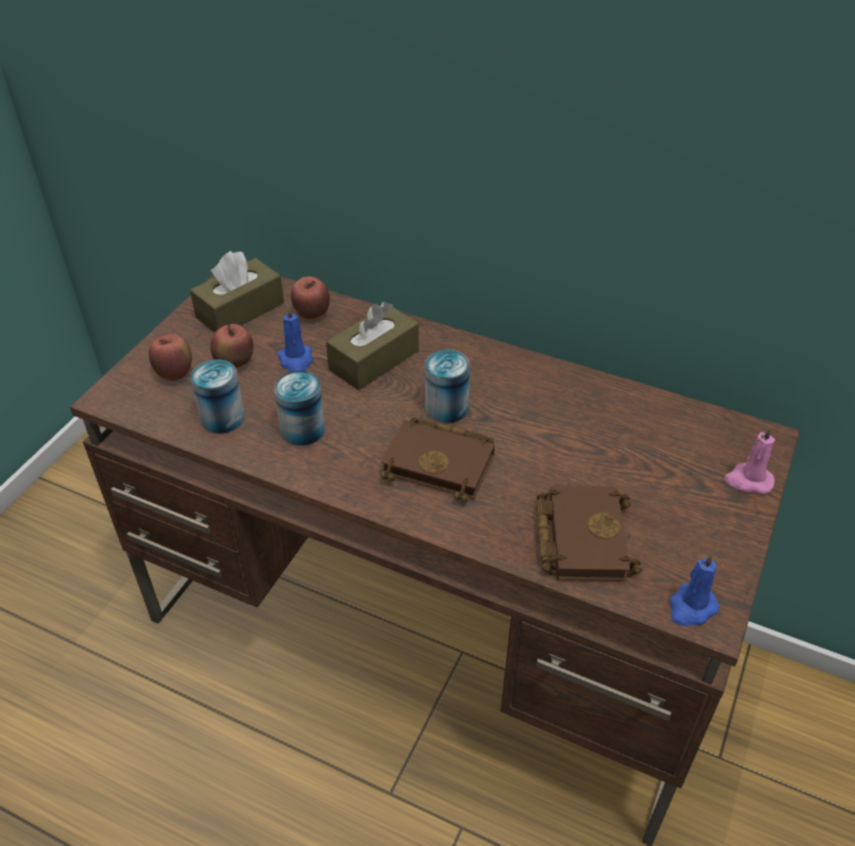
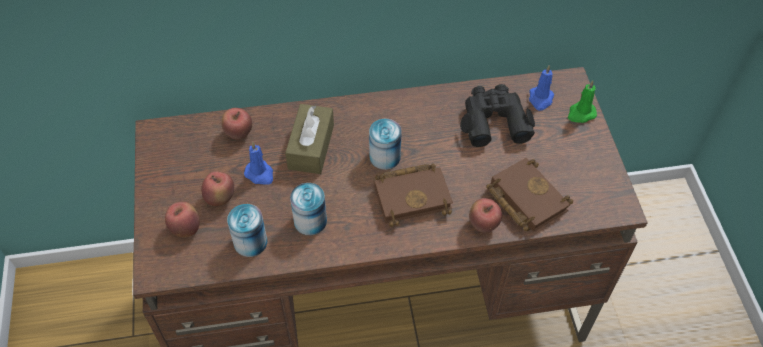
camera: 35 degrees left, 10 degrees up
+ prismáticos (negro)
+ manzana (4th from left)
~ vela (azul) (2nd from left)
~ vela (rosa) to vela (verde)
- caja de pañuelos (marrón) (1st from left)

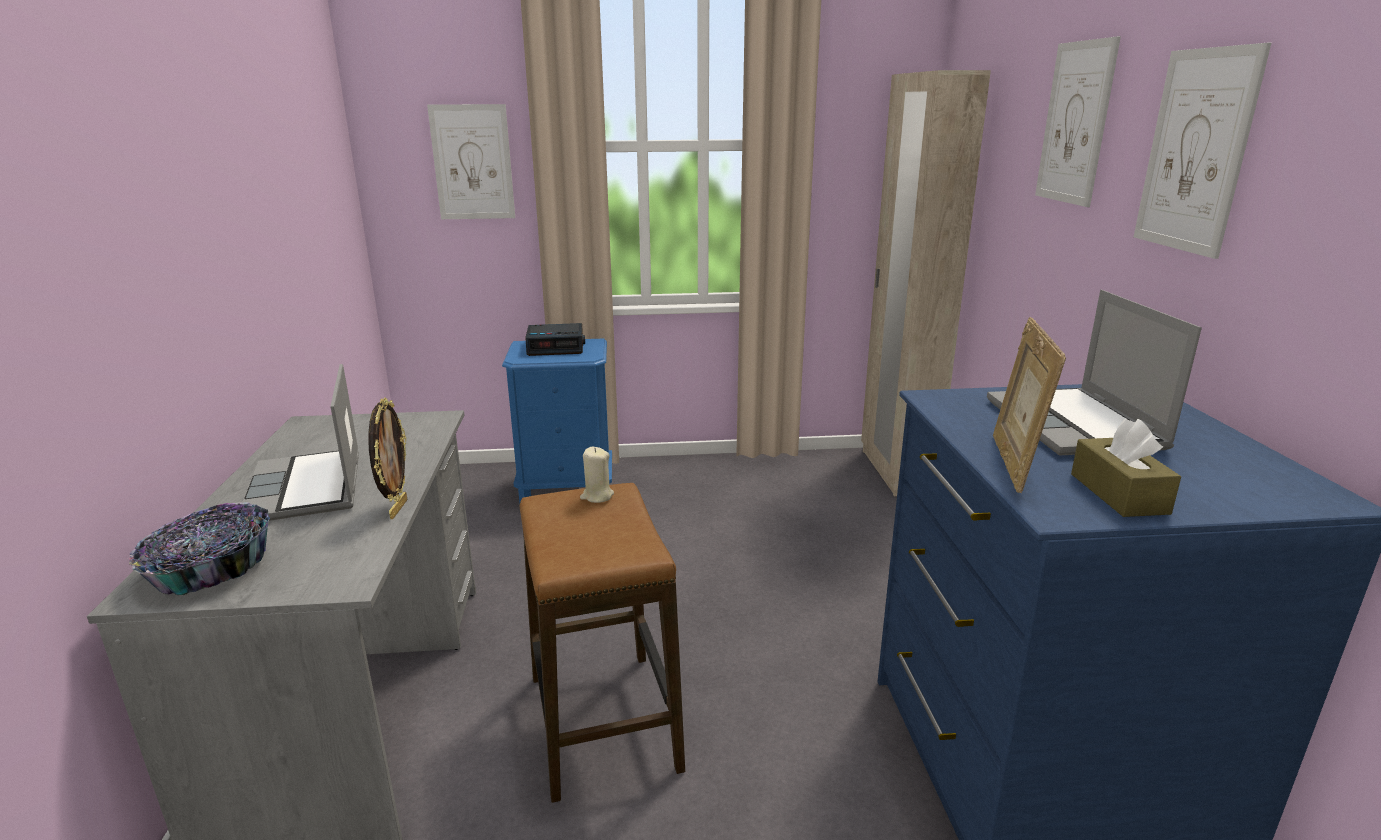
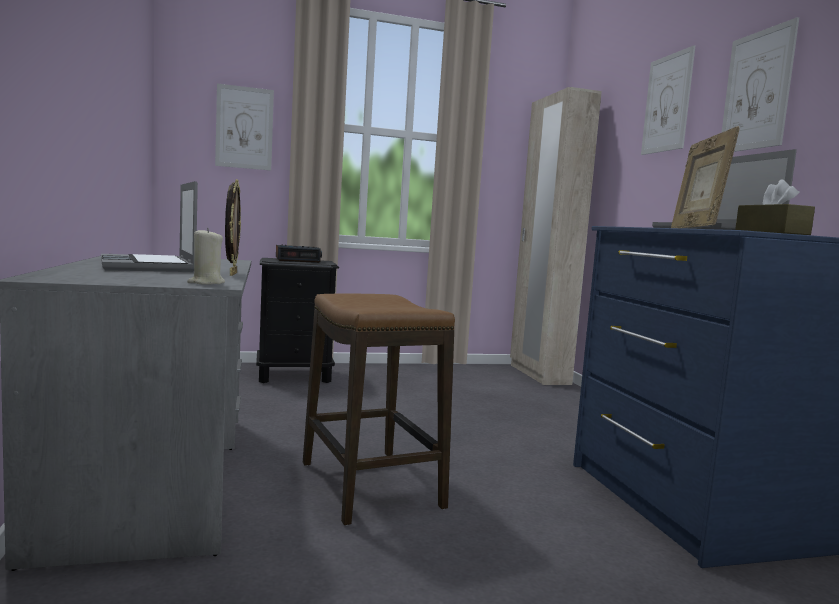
camera: 10 degrees left, 15 degrees down
~ vela (beis)
~ mesita de noche (azul) to mesita de noche (negro)
- cuenco

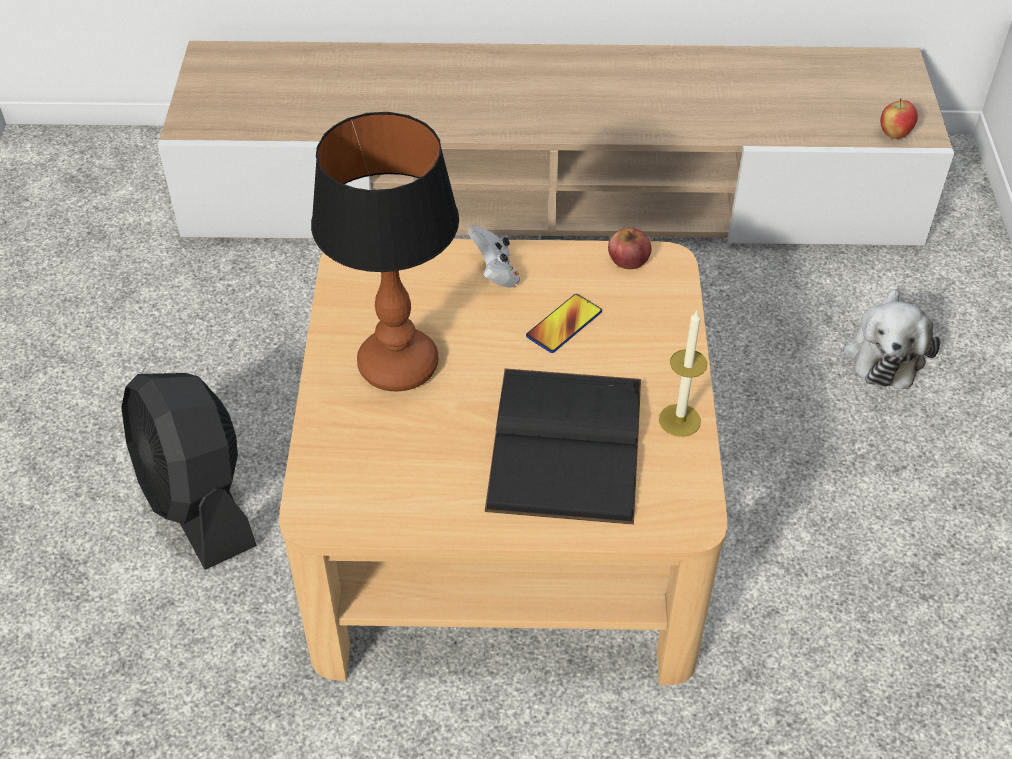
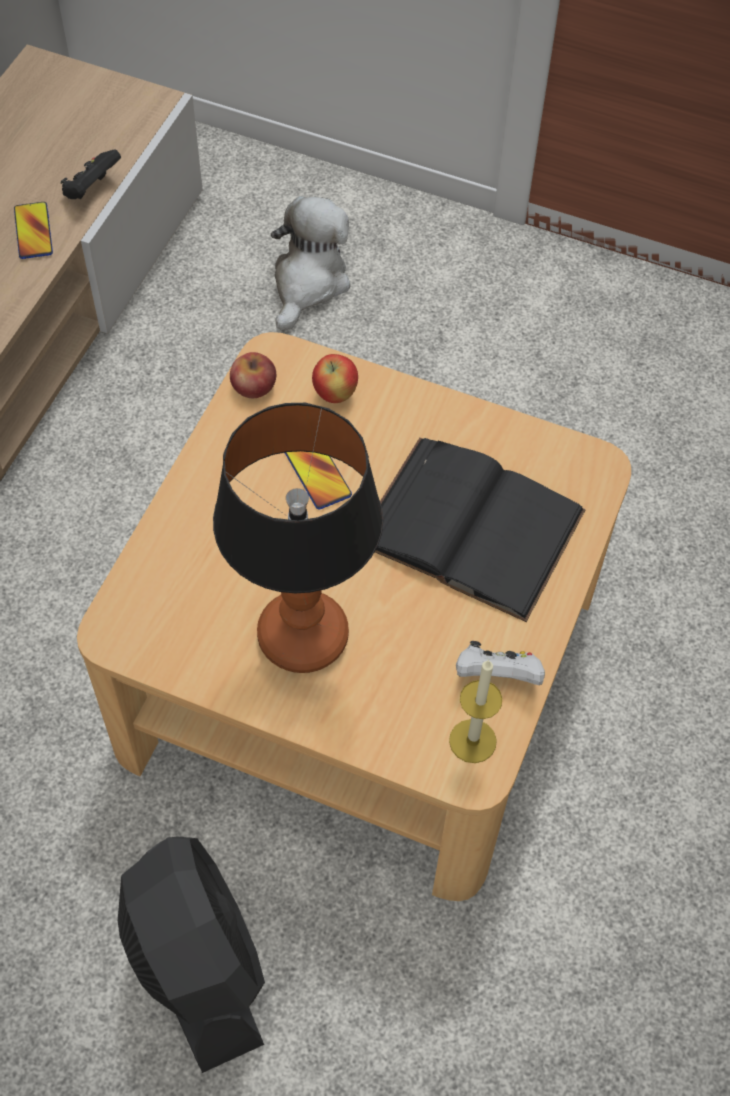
camera: 70 degrees left, 10 degrees up
+ móvil (1st from left)
+ mando de consola (negro)
~ ventilador (negro) 105 degrees counterclockwise
~ peluche 105 degrees counterclockwise
~ manzana (2nd from left)
~ vela
~ mando de consola (blanco)

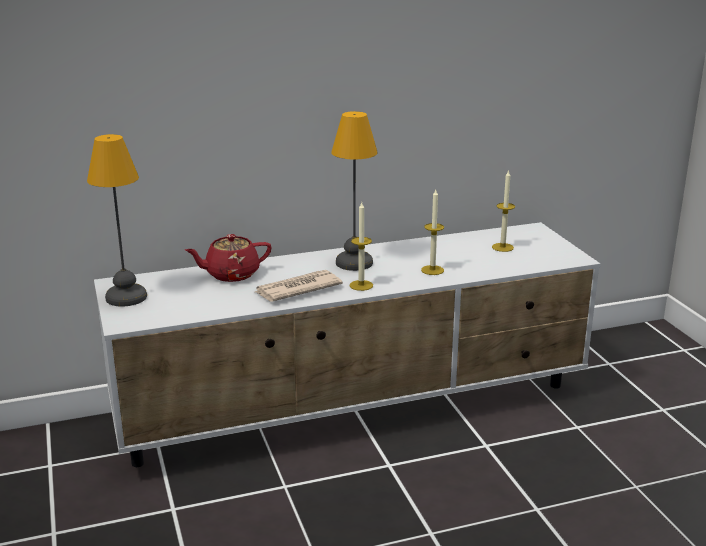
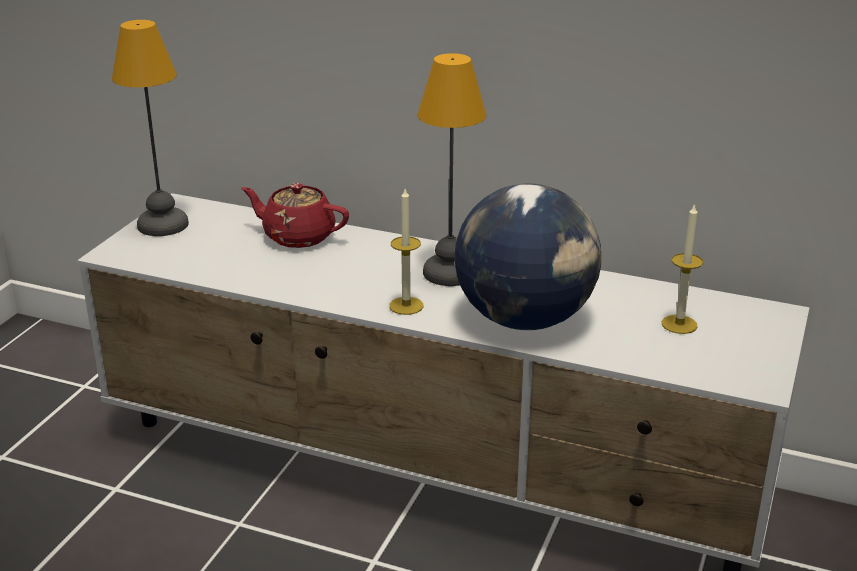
camera: 40 degrees right, 5 degrees up
~ vela (2nd from left) to globo terráqueo
- periódico

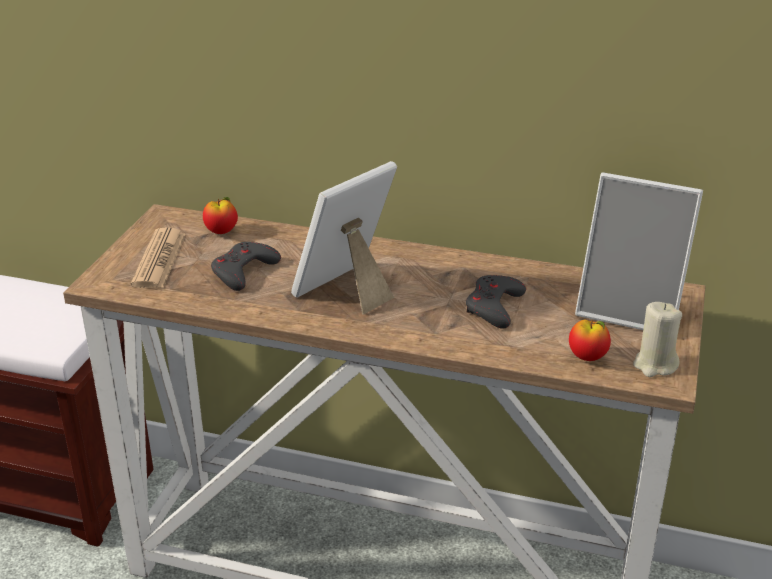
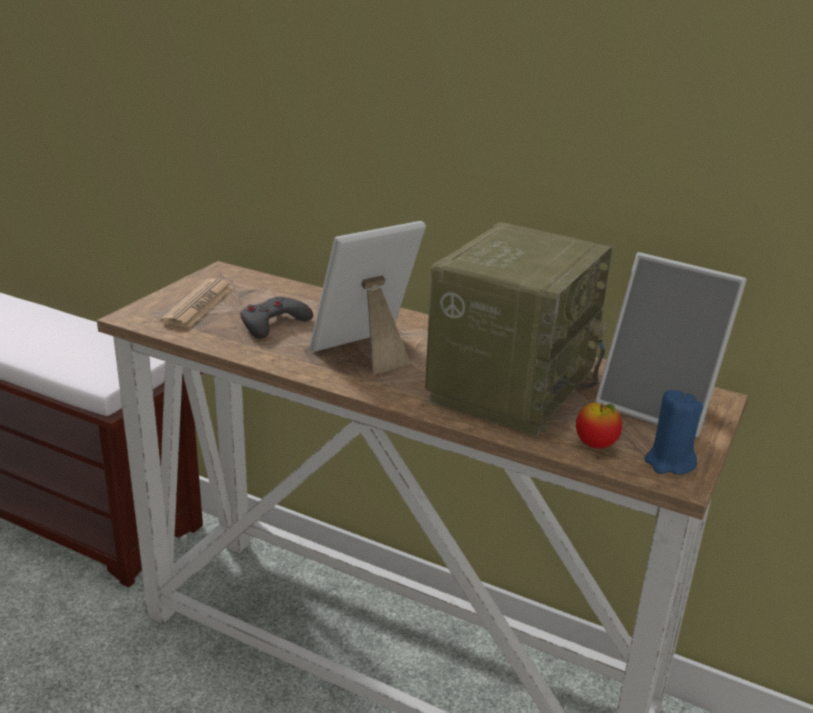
camera: 10 degrees right, 5 degrees down
~ mando de consola (gris) (2nd from left) to radio
~ vela (beis) to vela (azul)
- manzana (1st from left)

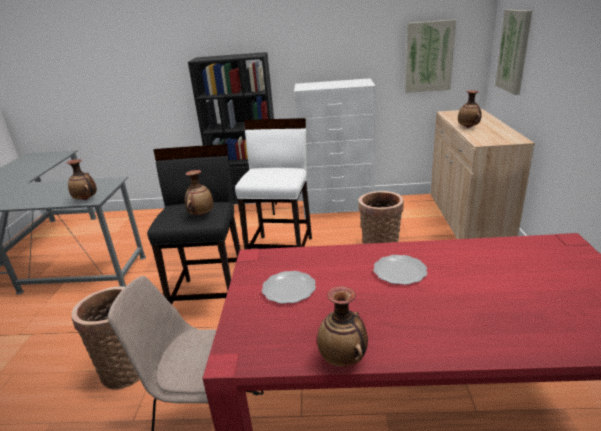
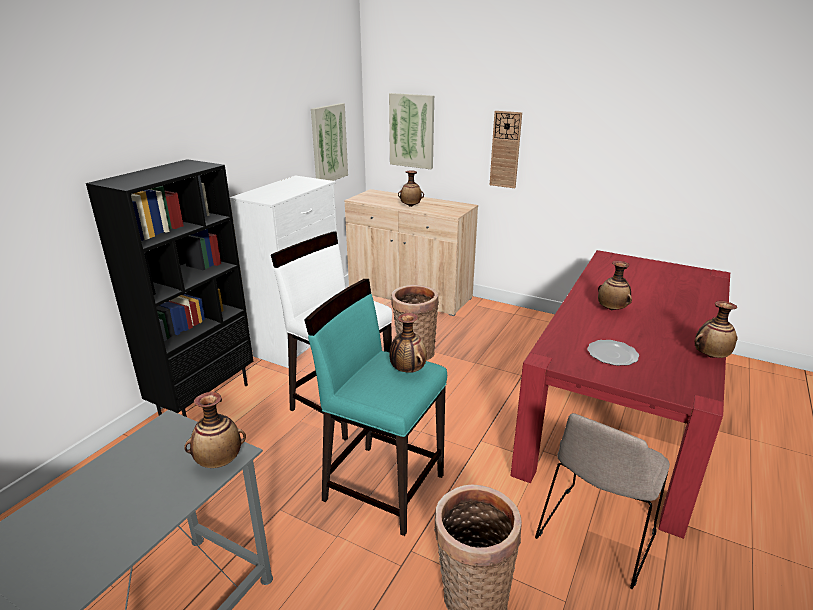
camera: 65 degrees left, 0 degrees up
~ taburete (negro) to taburete (turquesa)
+ reloj de pared
~ plato (2nd from left) to florero (4th from left)

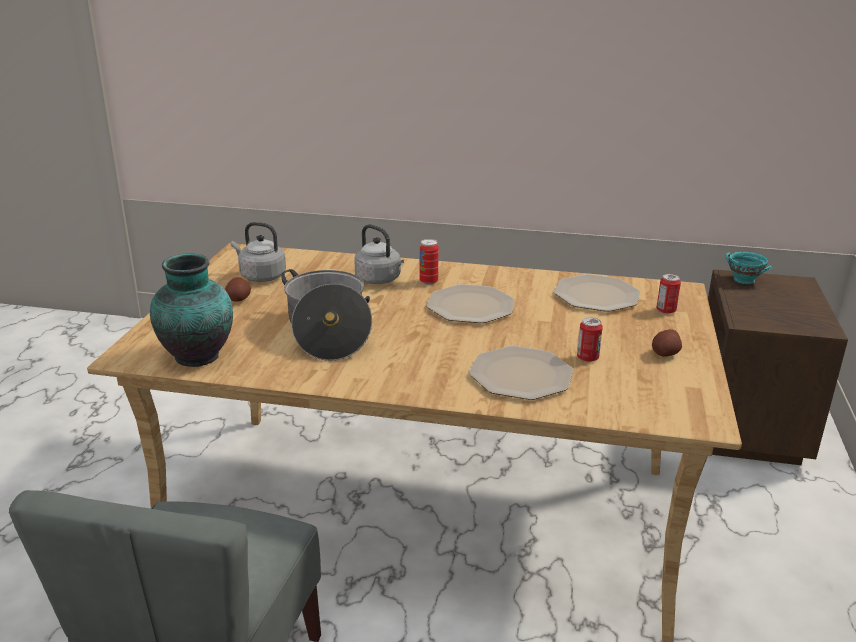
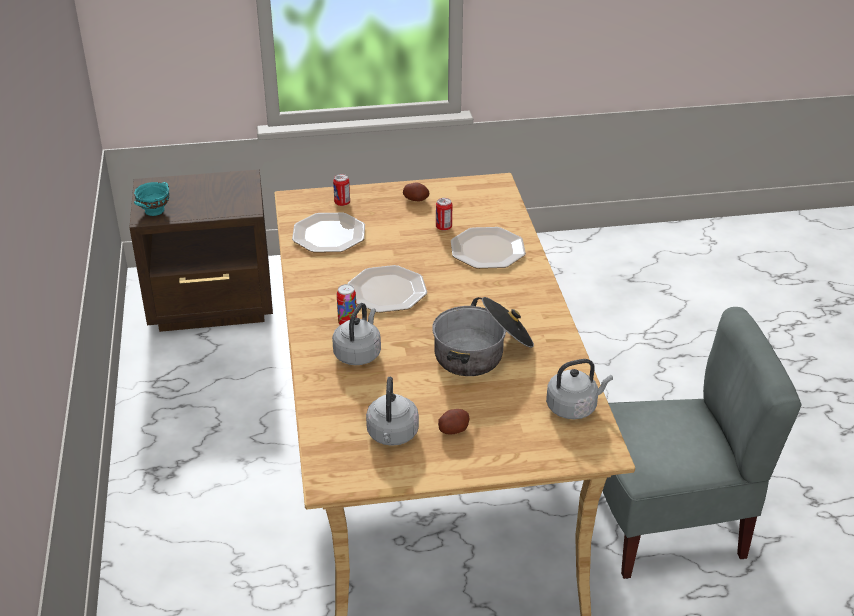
camera: 110 degrees left, 10 degrees up
~ florero to hervidor (gris) (3rd from left)

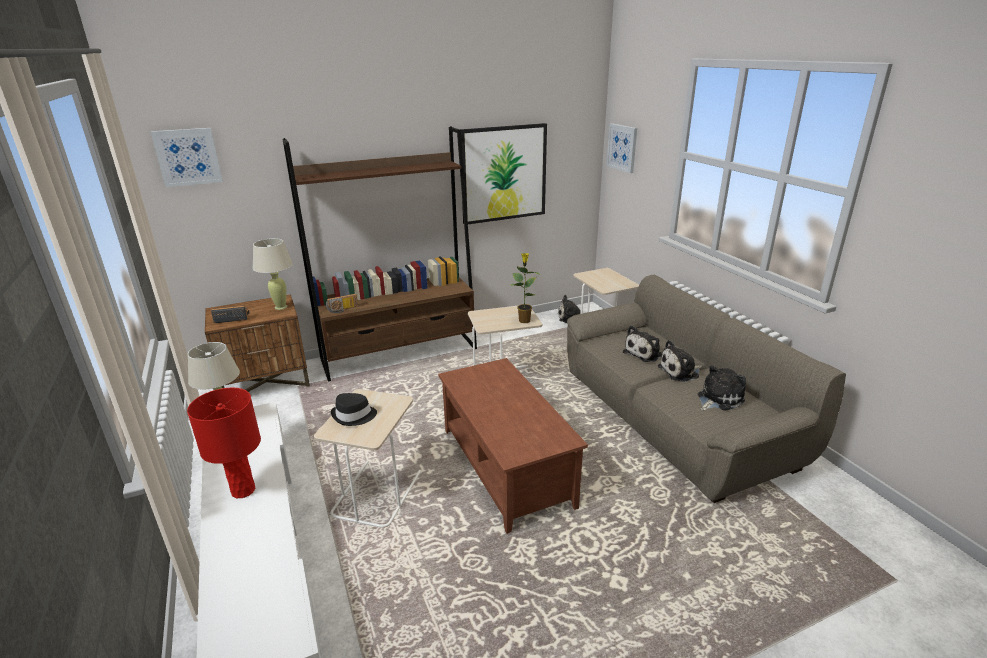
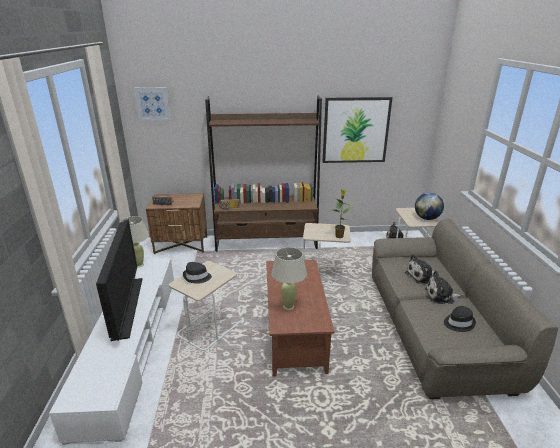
camera: 20 degrees right, 0 degrees up
~ lámpara de mesa (rojo) to televisor
~ lámpara de mesa (beis) (2nd from left)
+ globo terráqueo
~ peluche (4th from left) to sombrero (negro) (2nd from left)
- cuadro (3rd from left)

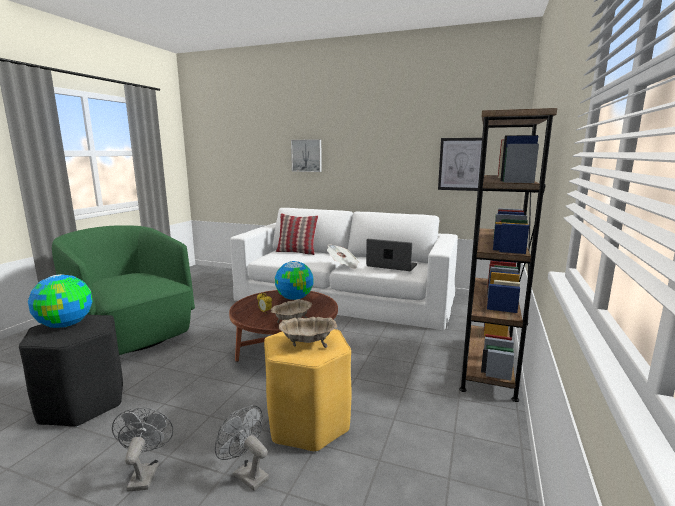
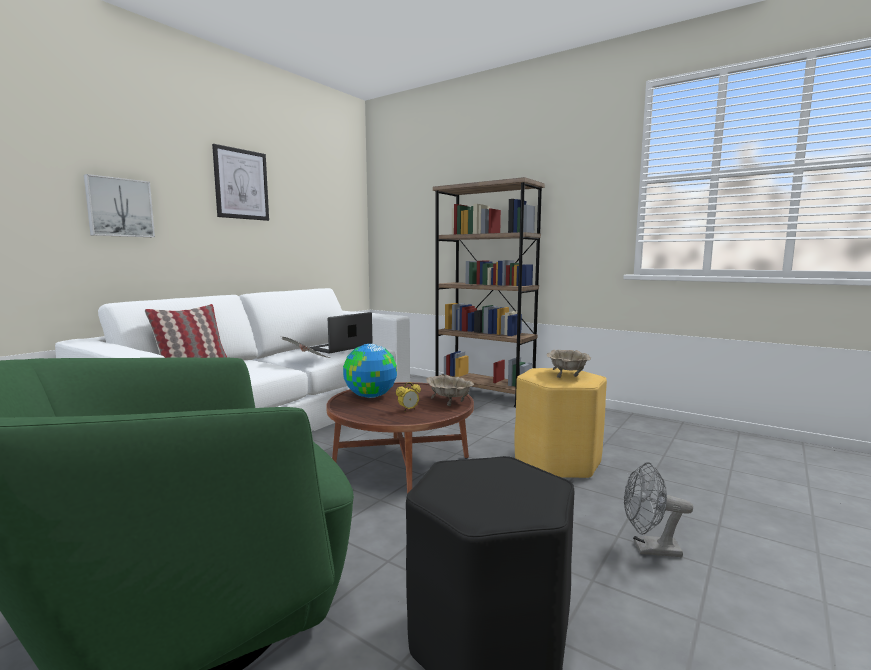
camera: 75 degrees left, 5 degrees down
~ cuadro (2nd from left)
- globo terráqueo (1st from left)
- ventilador (gris) (2nd from left)

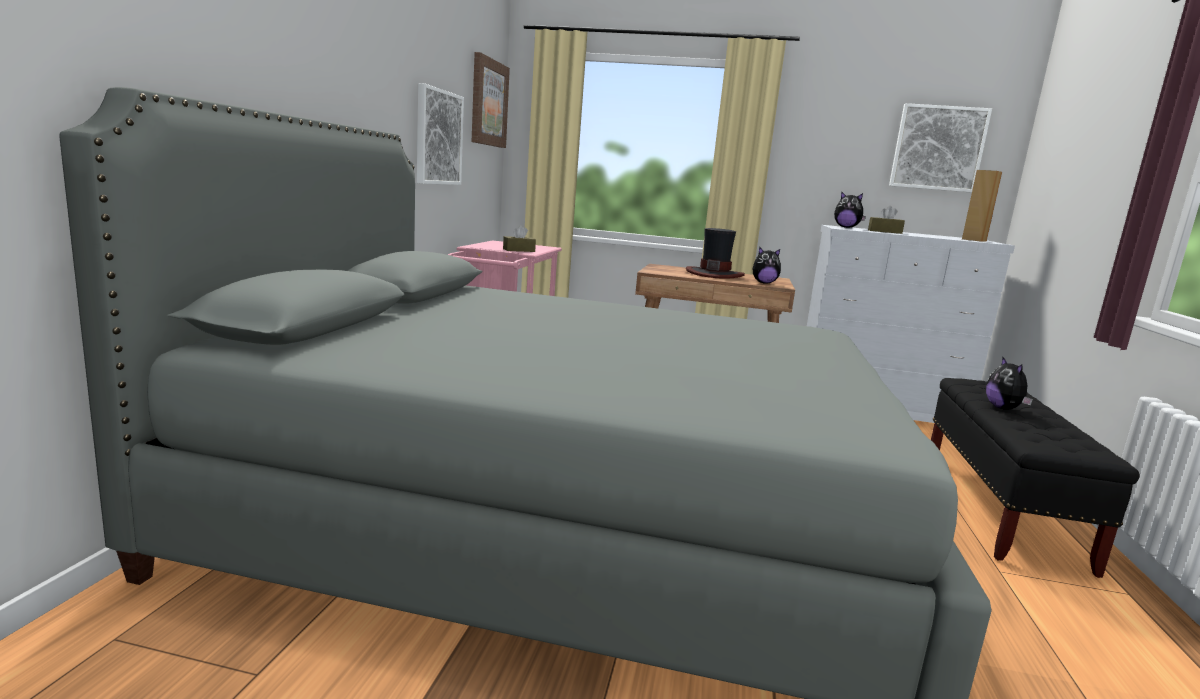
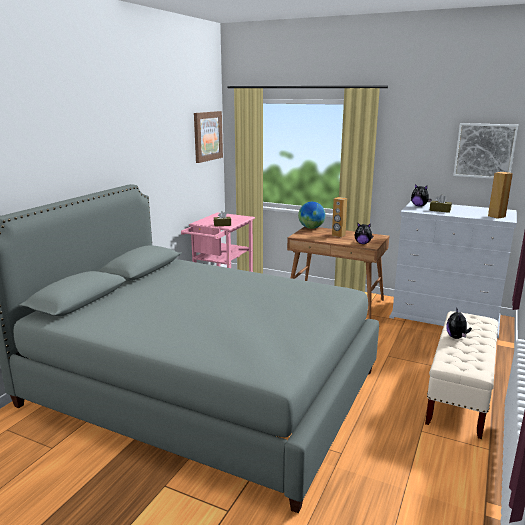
camera: 15 degrees right, 5 degrees up
+ globo terráqueo
~ sombrero to altavoz (marrón) (1st from left)
~ banco (negro) to banco (beis)
- cuadro (1st from left)

